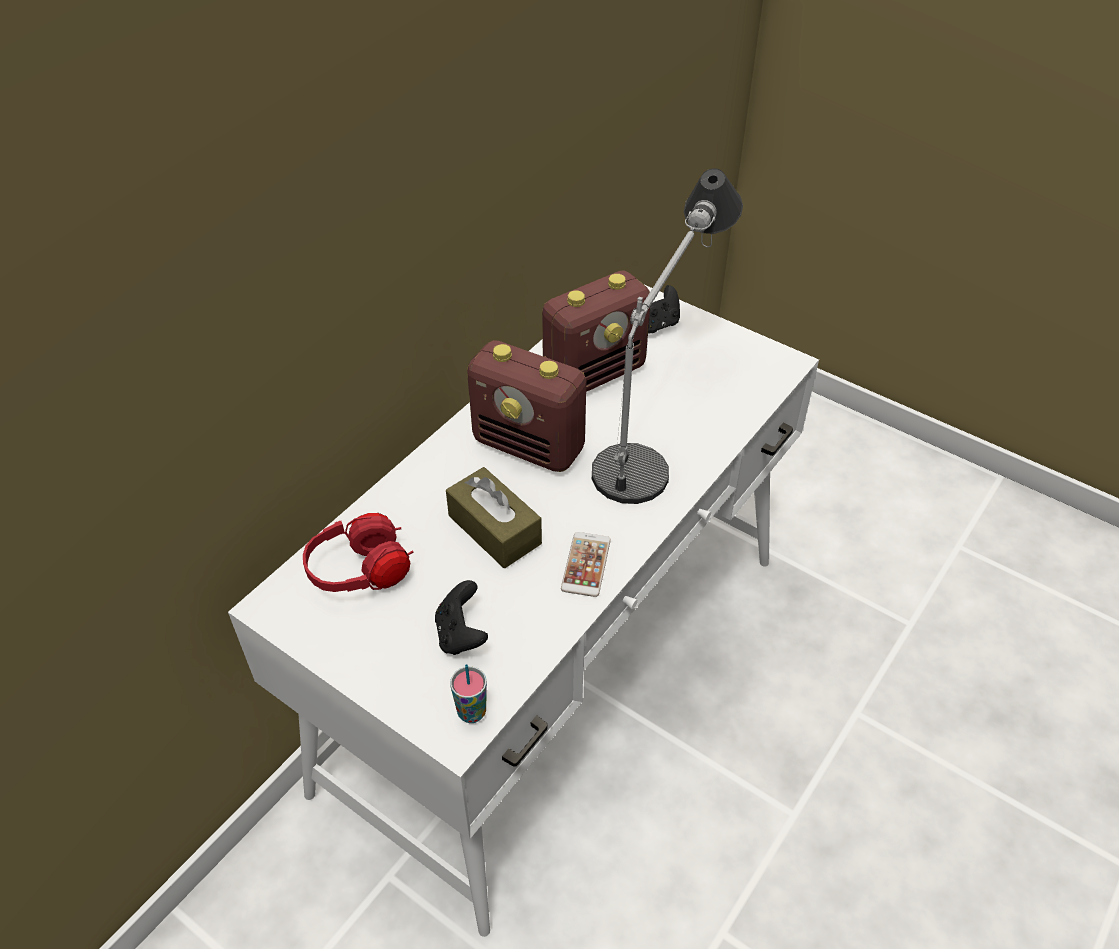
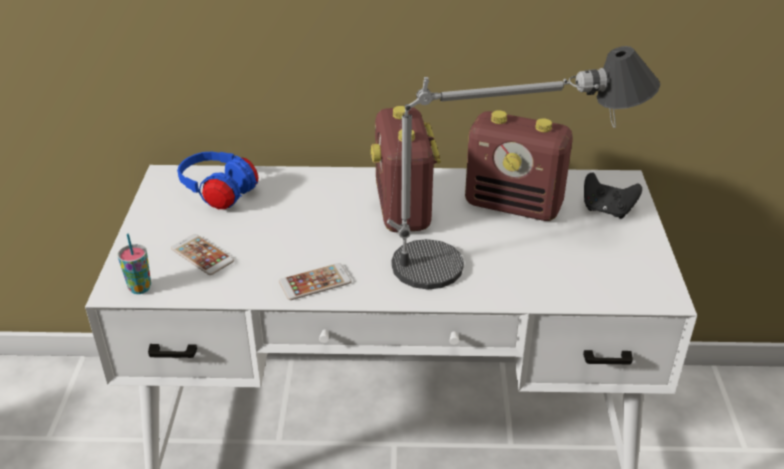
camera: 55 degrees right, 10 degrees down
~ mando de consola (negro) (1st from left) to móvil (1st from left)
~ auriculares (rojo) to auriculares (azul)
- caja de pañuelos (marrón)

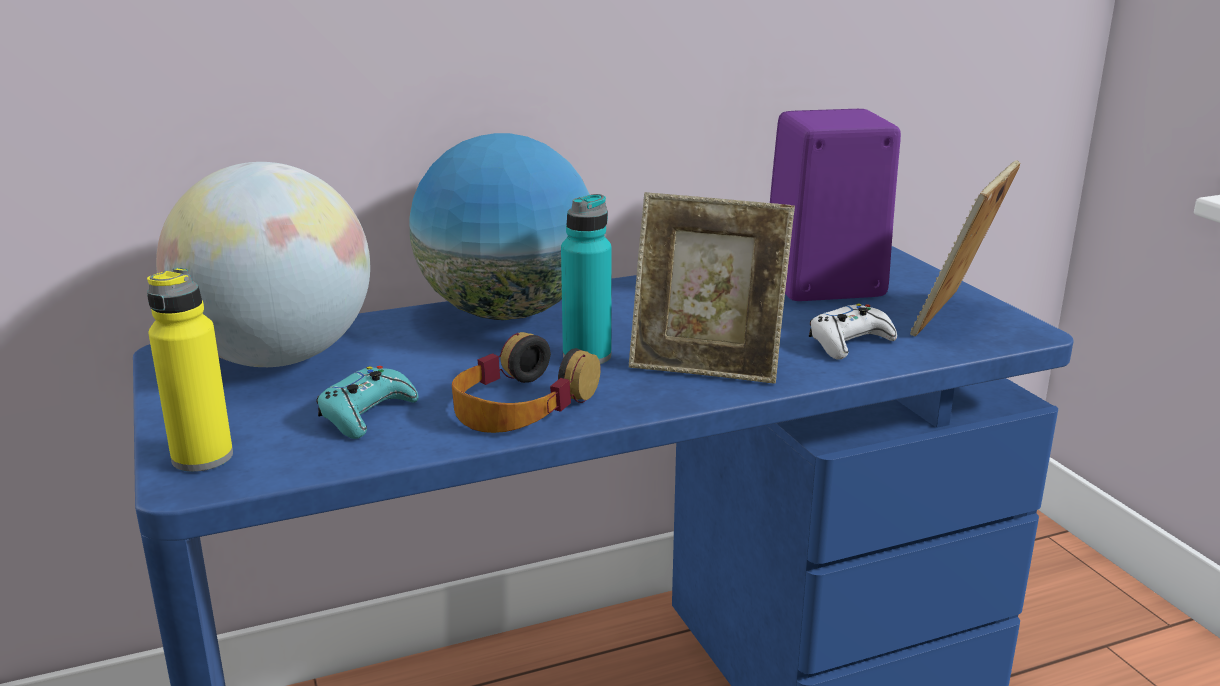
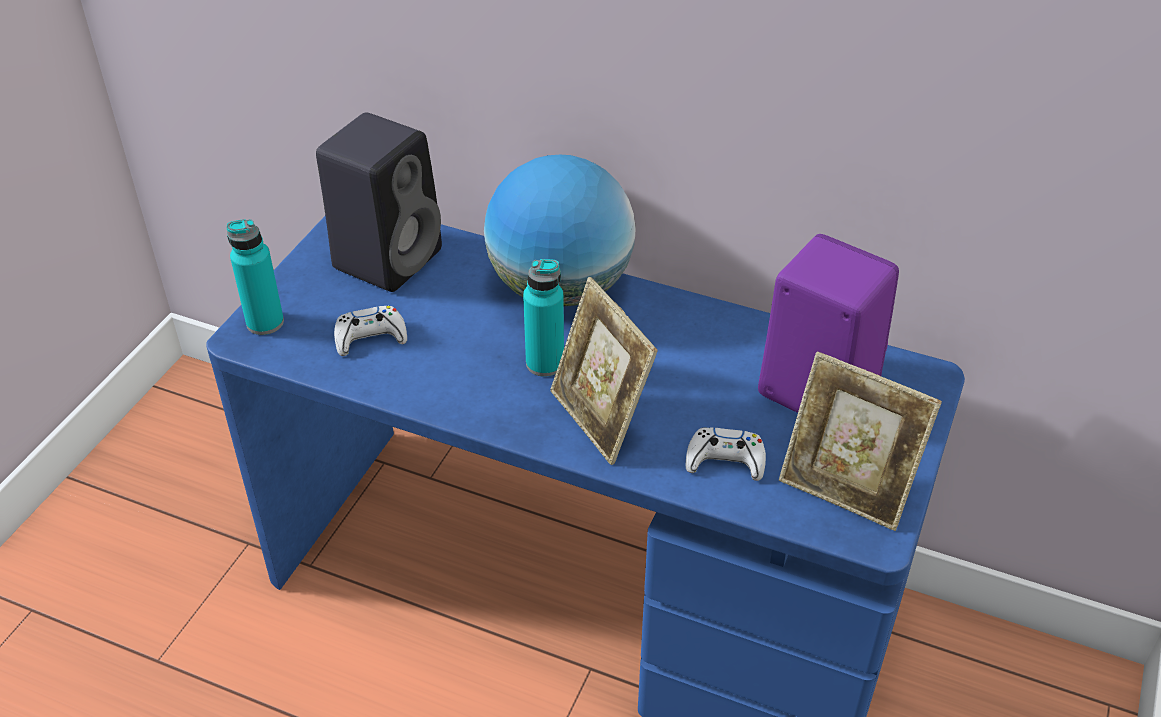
camera: 45 degrees right, 20 degrees up
~ botella (amarillo) to botella (turquesa) (1st from left)
~ globo terráqueo (1st from left) to altavoz (negro)
~ mando de consola (turquesa) to mando de consola (blanco) (1st from left)
~ portarretratos (2nd from left) 135 degrees counterclockwise
- auriculares

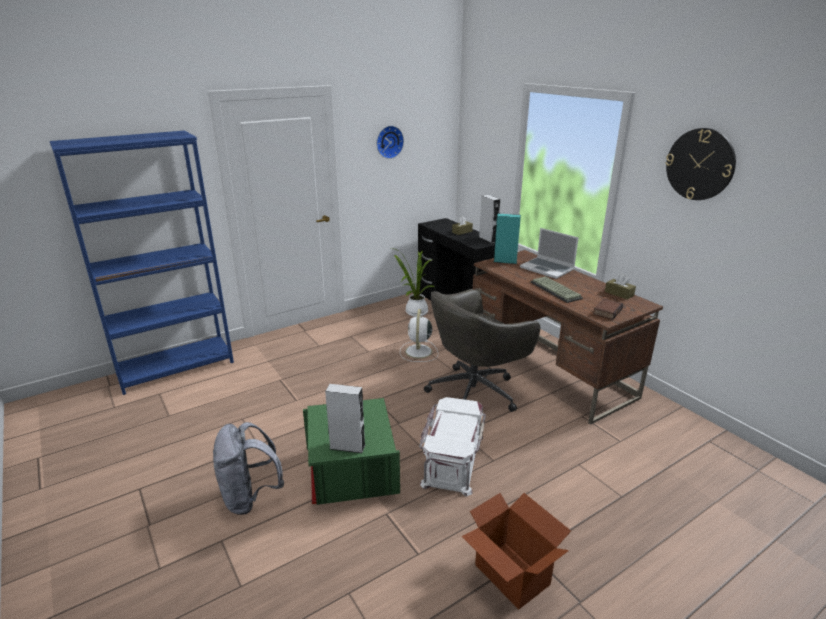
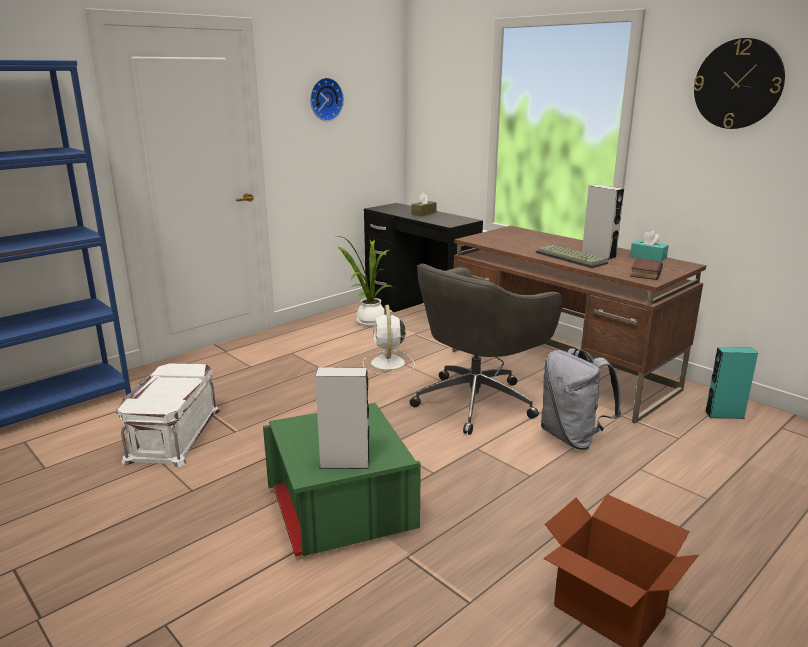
camera: 10 degrees left, 5 degrees down
~ caja de almacenaje (blanco)
~ mochila (gris)
~ altavoz (gris) (2nd from left)
~ caja de pañuelos (marrón) (2nd from left) to caja de pañuelos (turquesa)
~ altavoz (turquesa)
- portátil

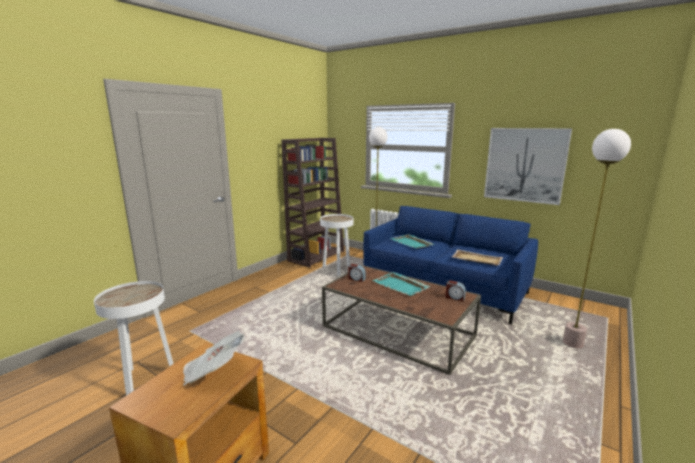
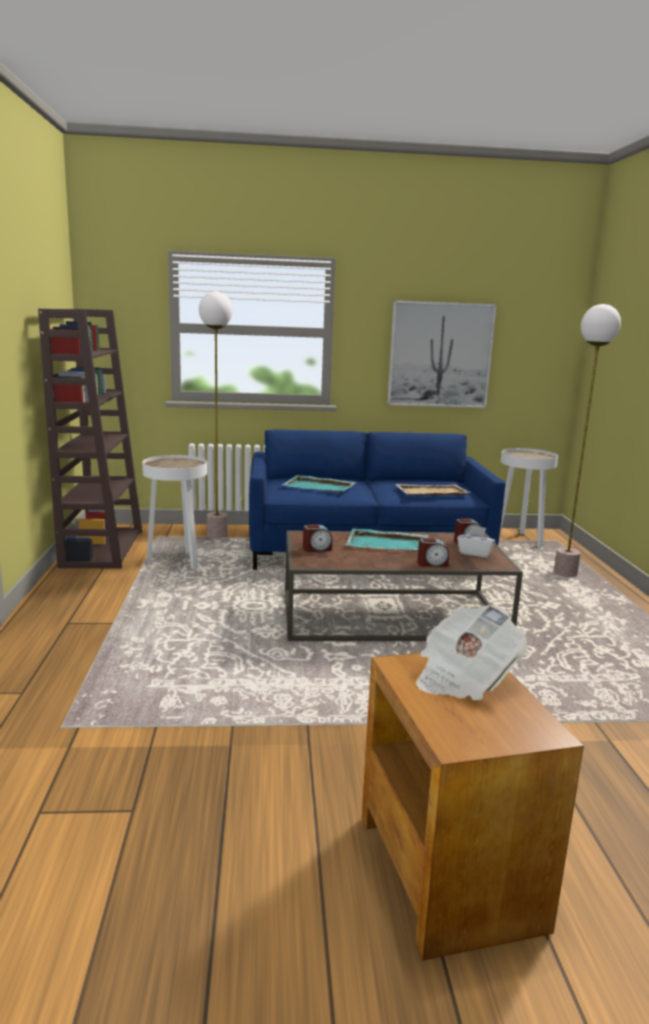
camera: 40 degrees left, 0 degrees up
+ despertador (2nd from left)
+ caja de pañuelos (blanco)
~ mesa auxiliar (blanco) (1st from left in the first image) to mesa auxiliar (blanco) (2nd from left)

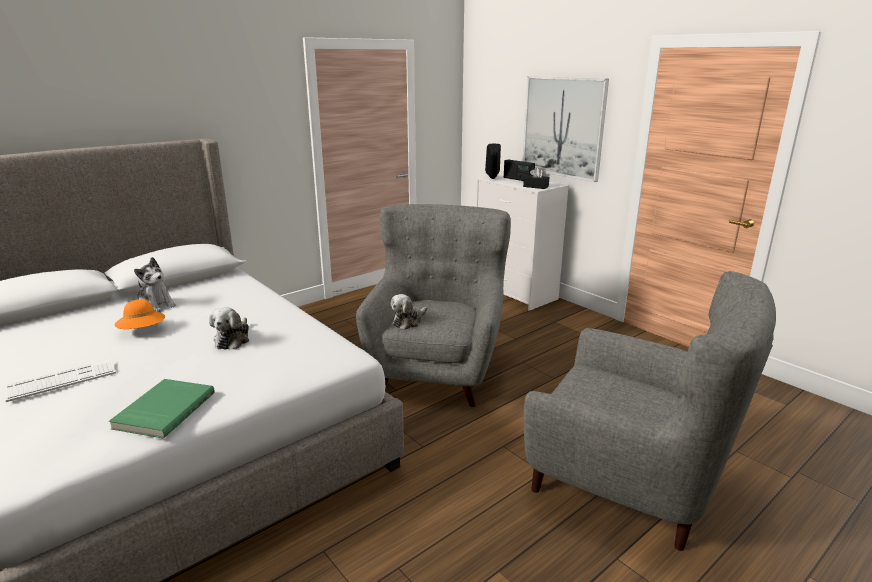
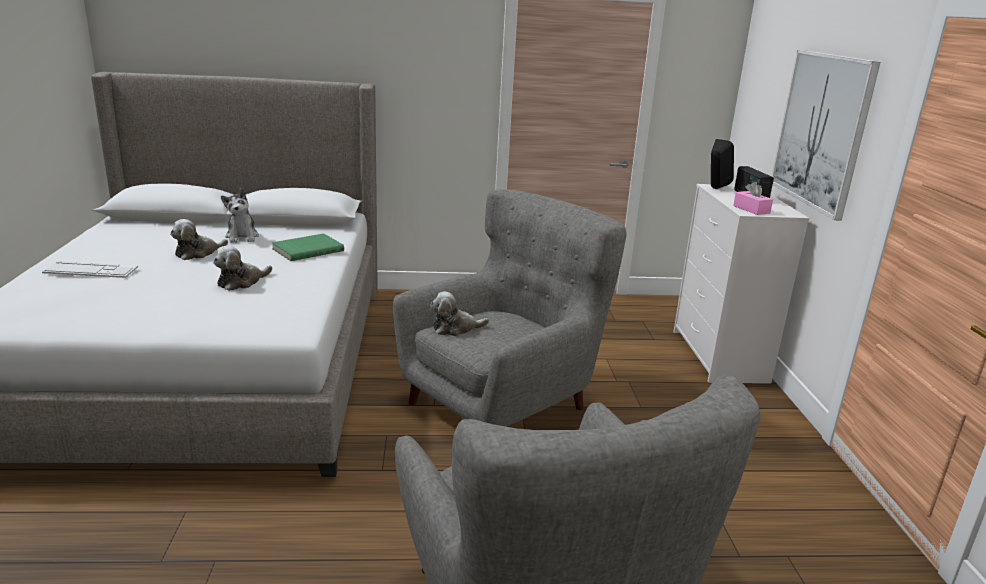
camera: 35 degrees right, 0 degrees up
~ sombrero (naranja) to peluche (1st from left)
~ libro (verde)
~ caja de pañuelos (negro) to caja de pañuelos (rosa)

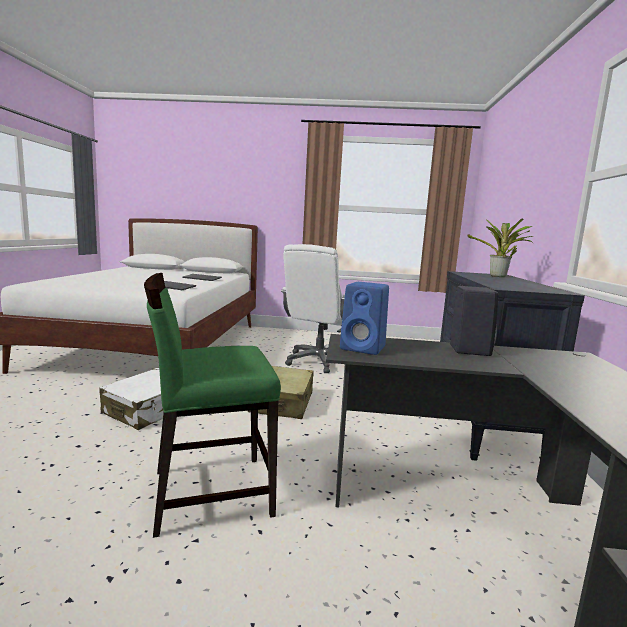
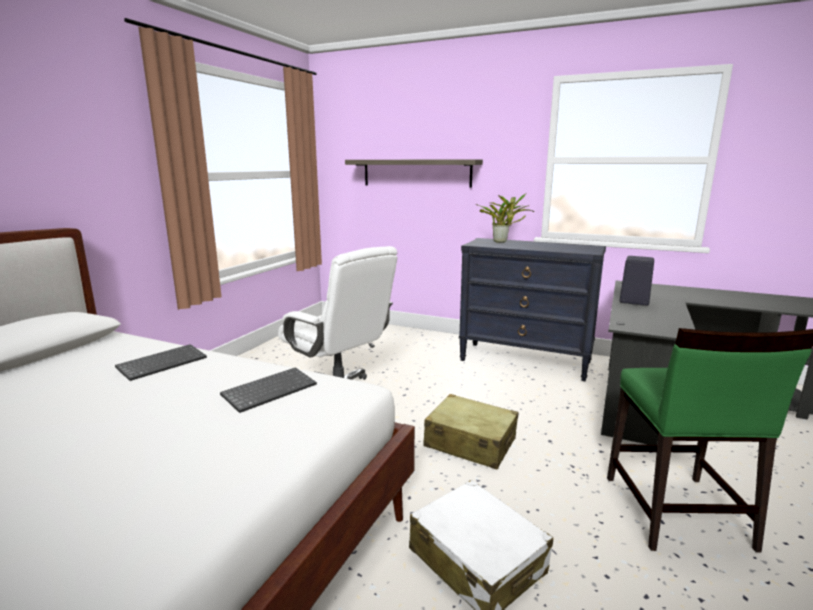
camera: 70 degrees left, 5 degrees up
+ estante
- altavoz (azul)

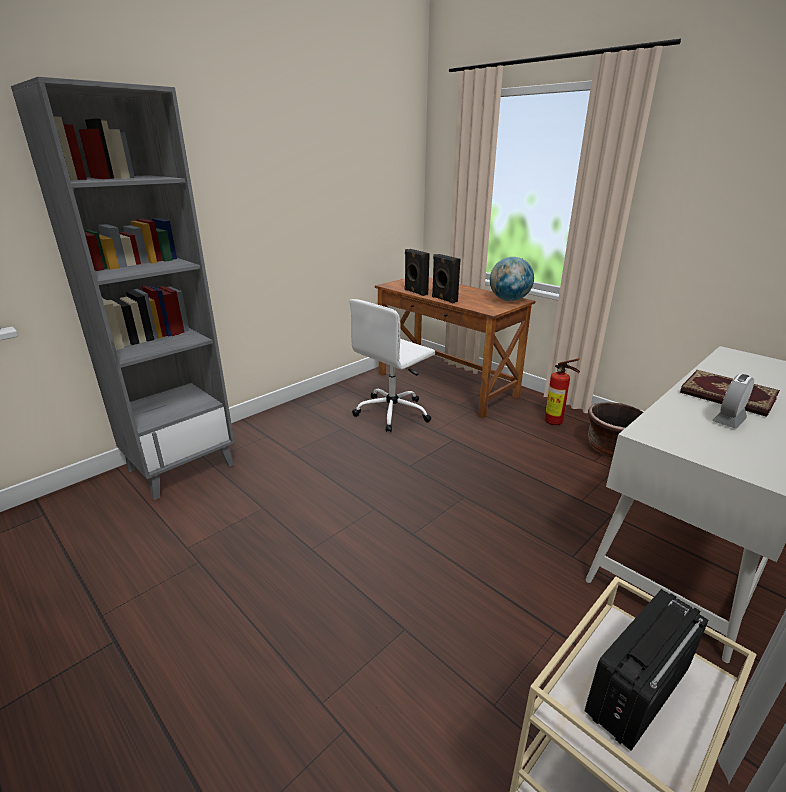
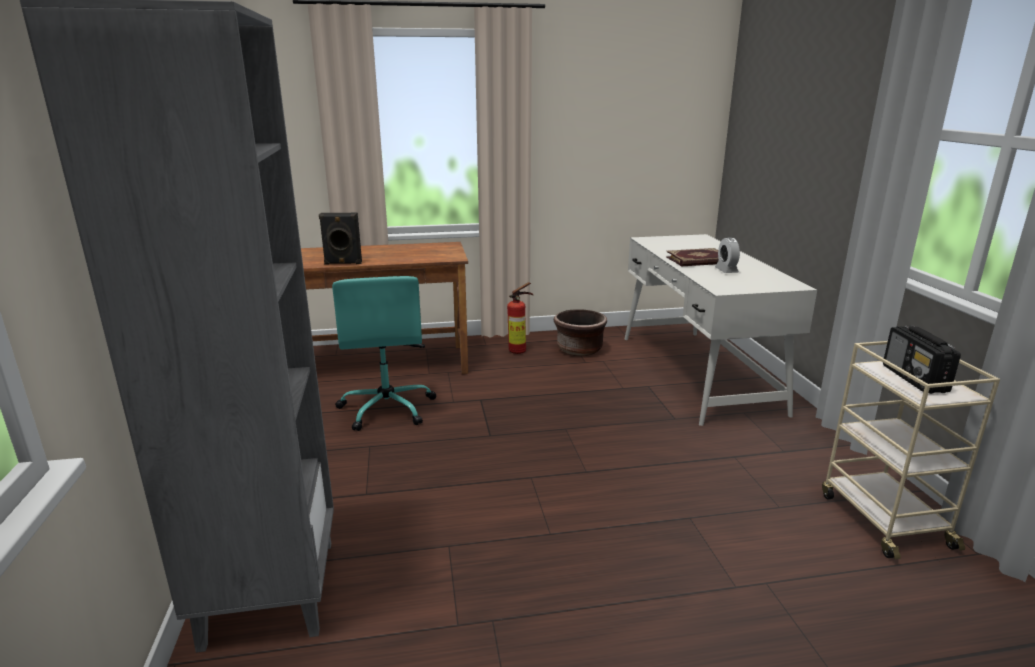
camera: 55 degrees left, 5 degrees down
~ silla de oficina (blanco) to silla de oficina (turquesa)
- altavoz (negro) (2nd from left)
- globo terráqueo

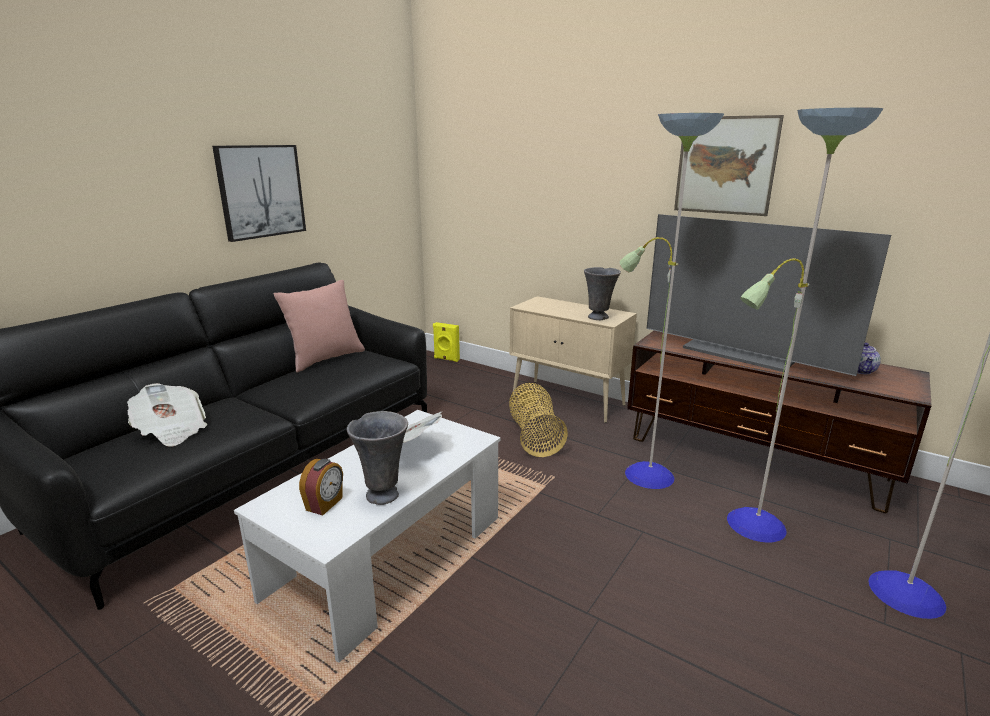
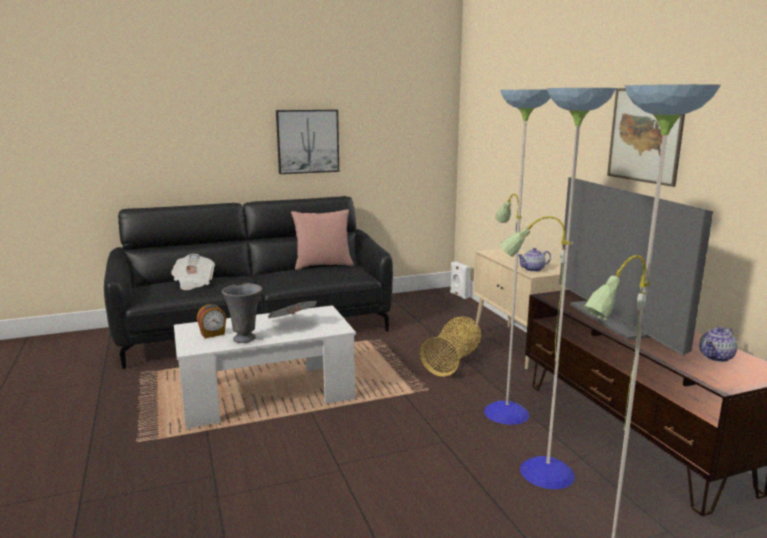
camera: 35 degrees right, 5 degrees down
~ altavoz (amarillo) to altavoz (blanco)
~ florero (gris) (2nd from left) to tetera (1st from left)

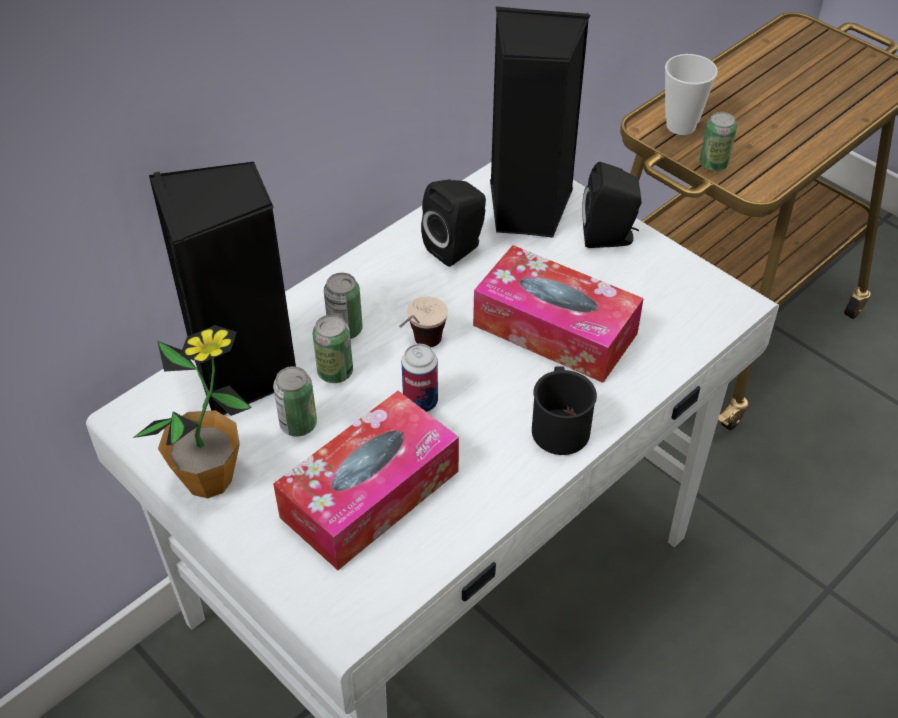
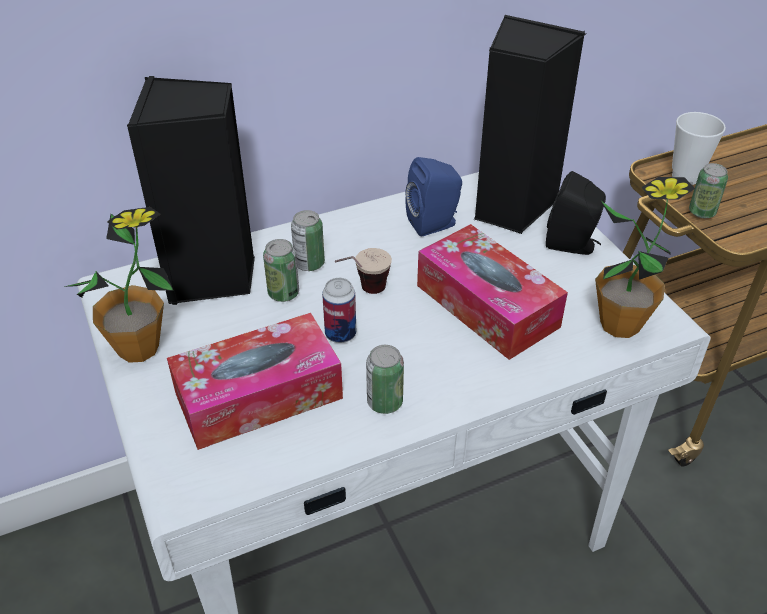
camera: 20 degrees right, 5 degrees down
~ lata (1st from left in the first image) to lata (4th from left)
~ altavoz (negro) (2nd from left) to altavoz (azul)
+ planta en maceta (2nd from left)
- taza grande (negro)

